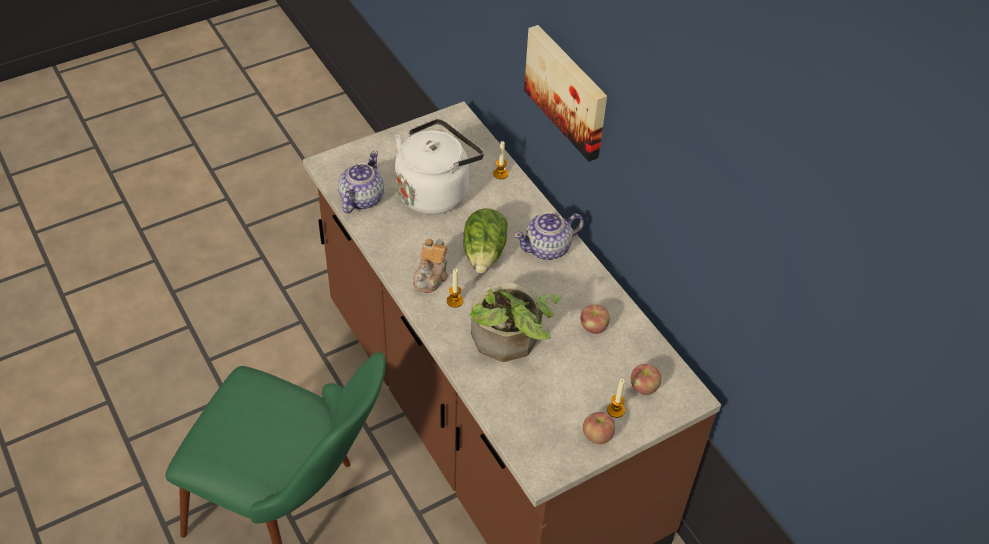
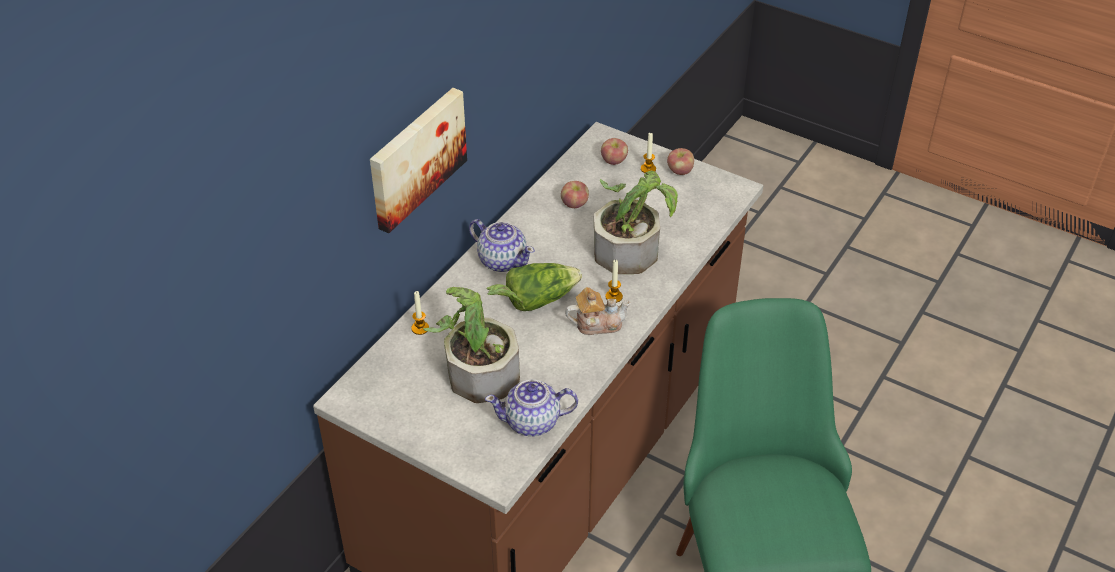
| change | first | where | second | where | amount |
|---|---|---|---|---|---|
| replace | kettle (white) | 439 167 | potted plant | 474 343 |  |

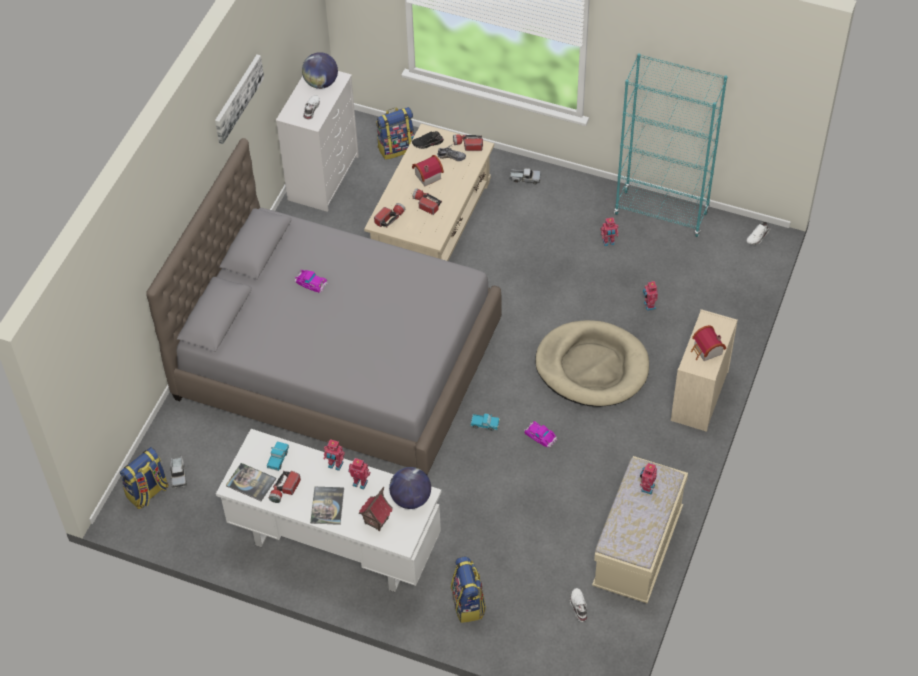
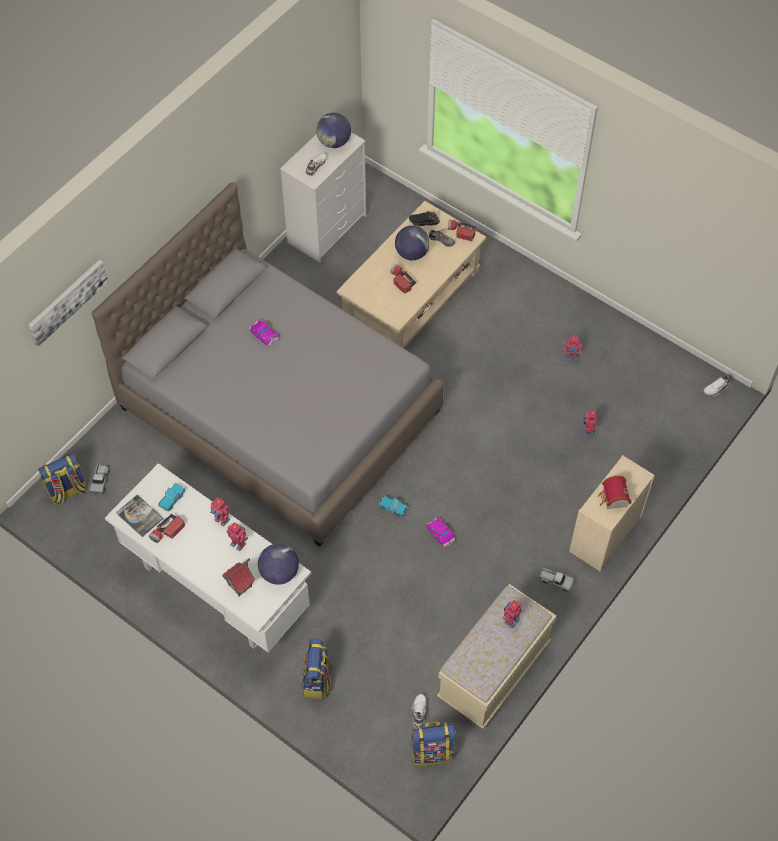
| change | first | where | second | where | amount |
|---|---|---|---|---|---|
| delete | book | 327 506 |  |  |  |
| delete | flashlight | 389 215 |  |  |  |
| delete | dog bed (beige) | 592 363 |  |  |  |
| delete | bookcase (turquoise) | 670 145 |  |  |  |
| move | picture | 239 99 |  | 68 303 |  |
| move | backpack | 395 133 |  | 433 744 |  |
| move | toy truck | 525 176 |  | 556 580 |  |
| replace | toy house | 428 170 | globe | 412 242 |  |

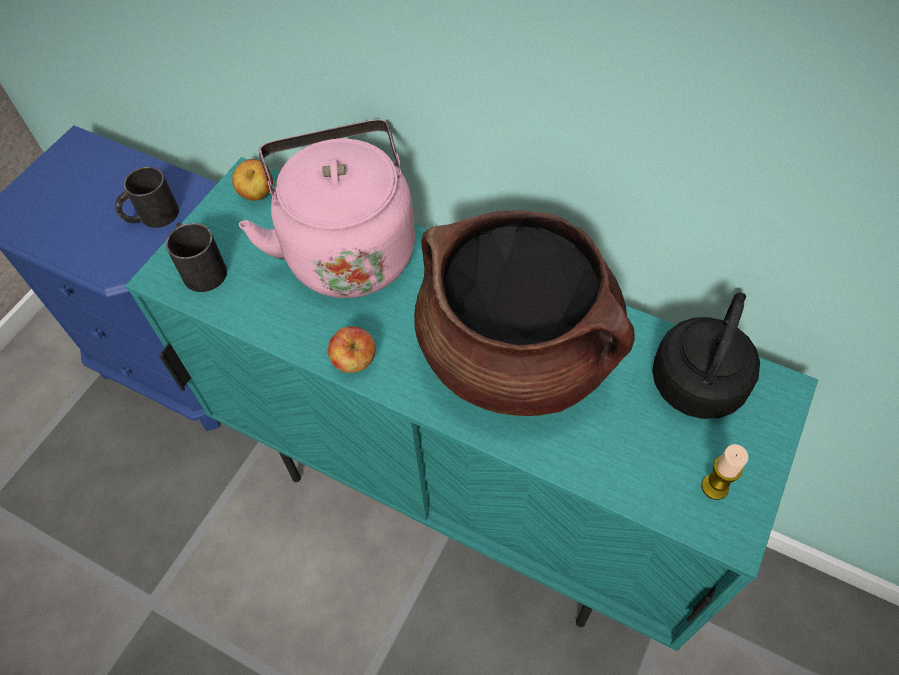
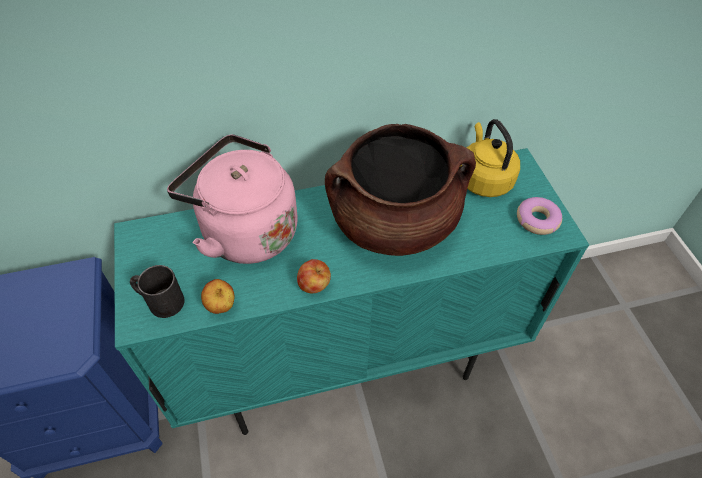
| change | first | where | second | where | amount |
|---|---|---|---|---|---|
| delete | mug (black) | 147 197 |  |  |  |
| move | apple | 252 180 |  | 217 296 |  |
| replace | candle | 724 472 | donut | 539 216 |  |
| recolor | kettle (black) | 706 356 | kettle (yellow) | 490 158 |  |

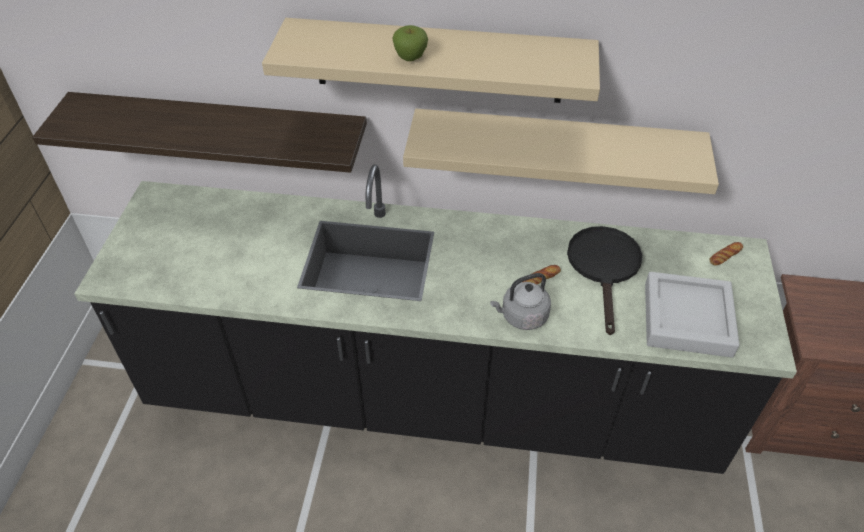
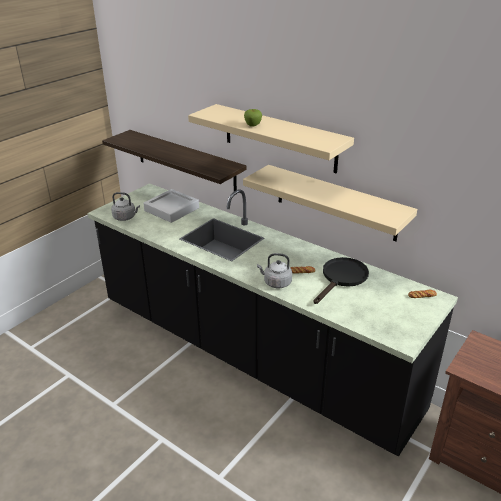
| change | first | where | second | where | amount |
|---|---|---|---|---|---|
| insert |  |  | kettle (grey) | 125 206 |  |
| move | tray (grey) | 692 314 |  | 171 206 |  |

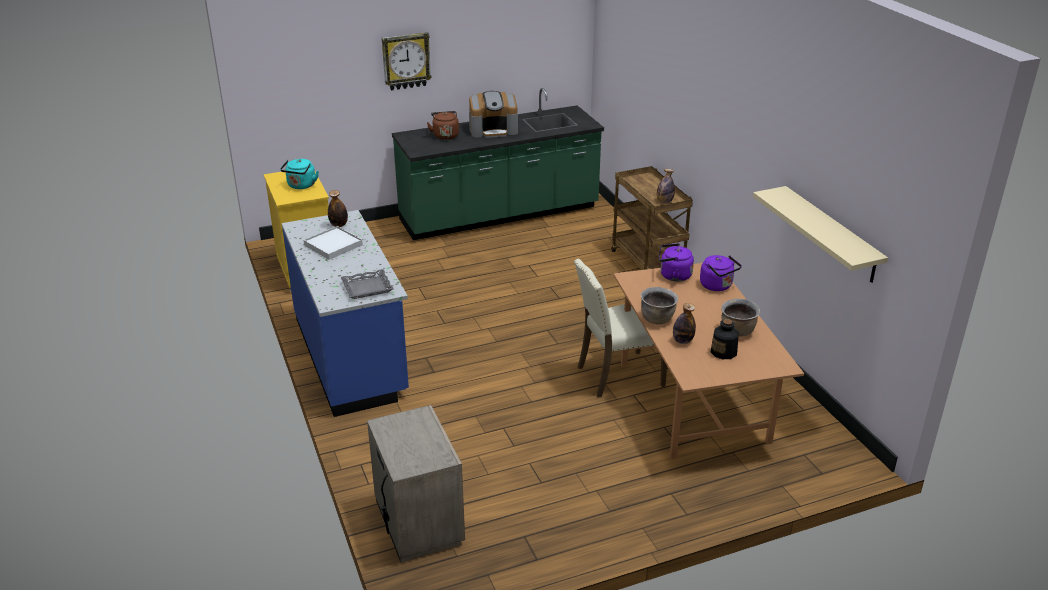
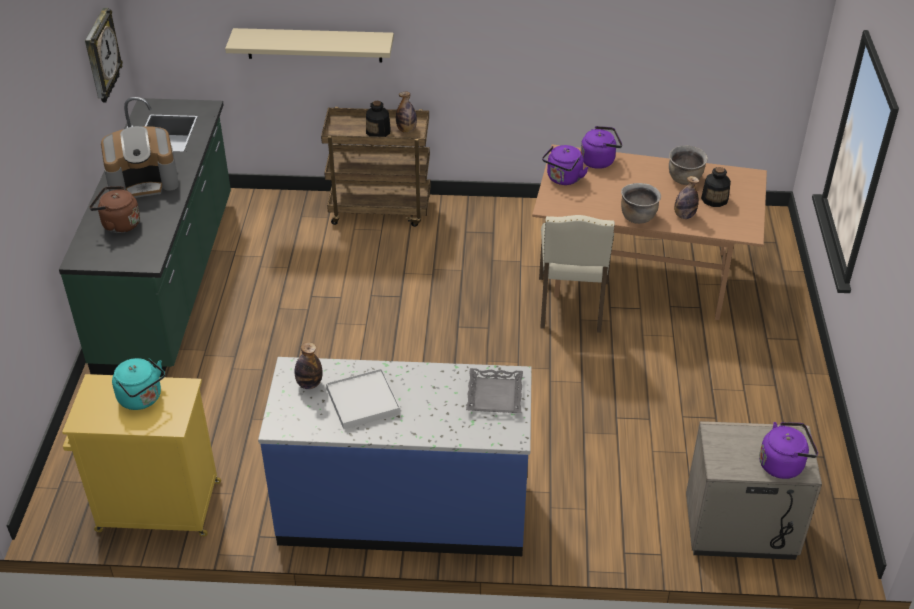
| change | first | where | second | where | amount |
|---|---|---|---|---|---|
| insert |  |  | bottle | 378 119 |  |
| insert |  |  | kettle (purple) | 788 450 |  |
| move | wall clock | 407 61 |  | 104 55 |  |
| move | shelf (beige) | 820 234 |  | 309 45 |  |
| rotate | coffee machine | 493 114 |  | 140 162 | 60 degrees clockwise |

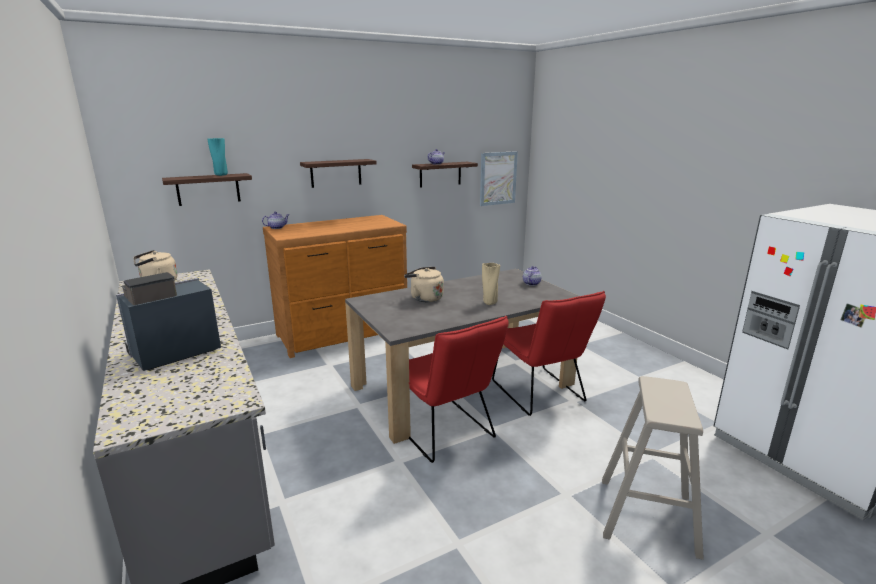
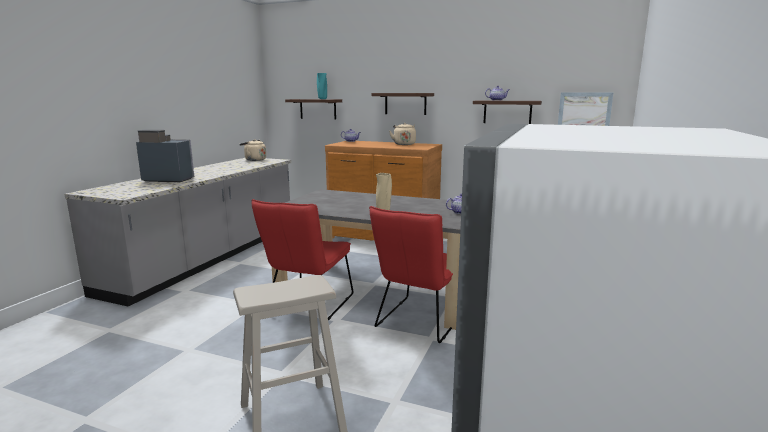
| change | first | where | second | where | amount |
|---|---|---|---|---|---|
| move | kettle (beige) | 424 284 |  | 402 134 |  |

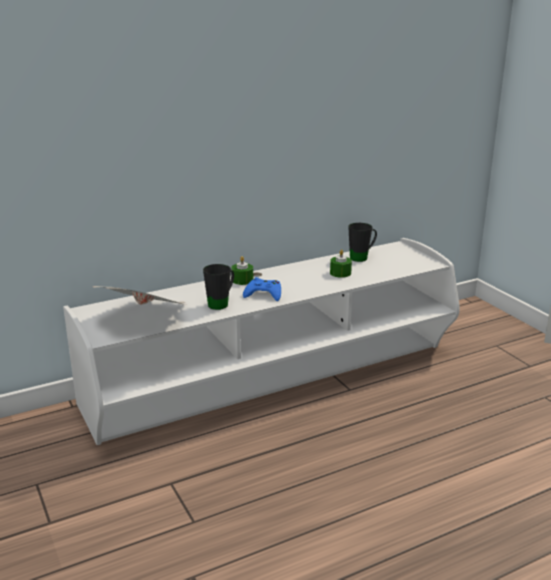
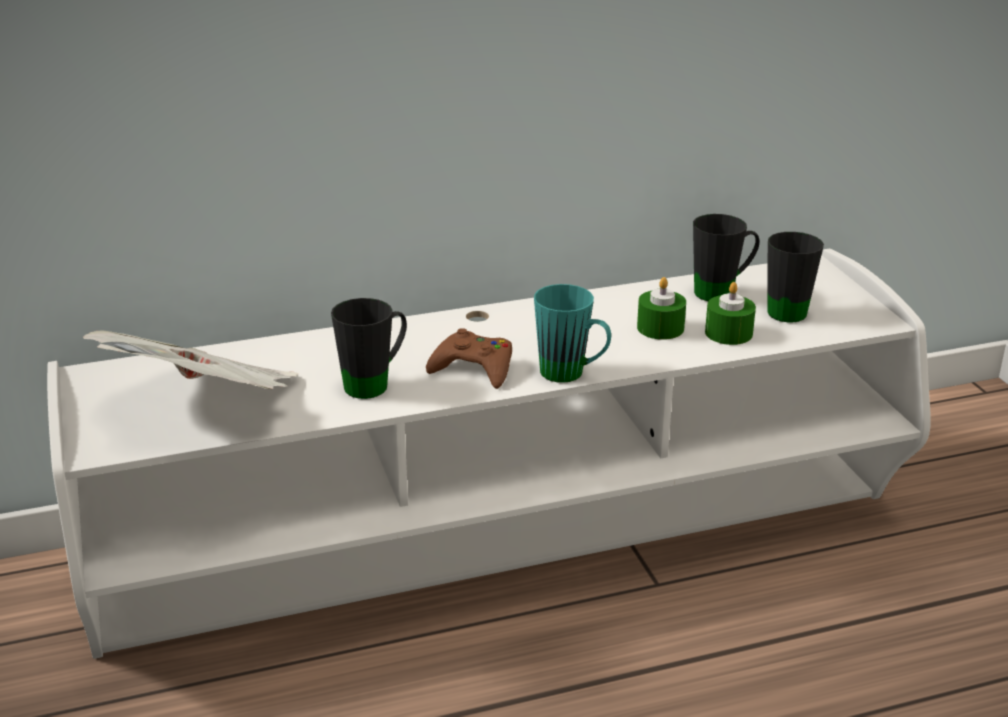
| change | first | where | second | where | amount |
|---|---|---|---|---|---|
| insert |  |  | mug (turquoise) | 572 333 |  |
| insert |  |  | mug (black) | 795 277 |  |
| move | candle (green) | 242 270 |  | 730 313 |  |
| recolor | game controller (blue) | 262 289 | game controller (brown) | 469 358 |  |

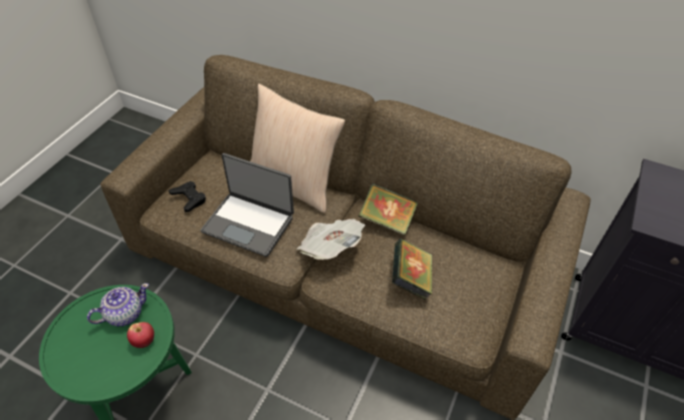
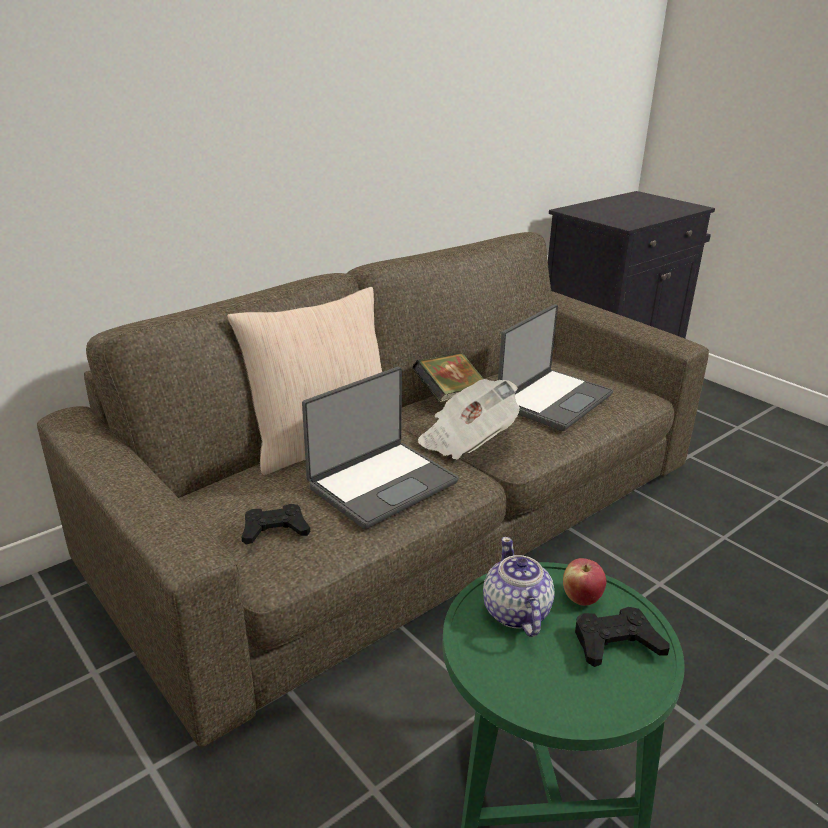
| change | first | where | second | where | amount |
|---|---|---|---|---|---|
| insert |  |  | game controller (black) | 622 637 |  |
| replace | book | 412 269 | laptop | 555 367 |  |

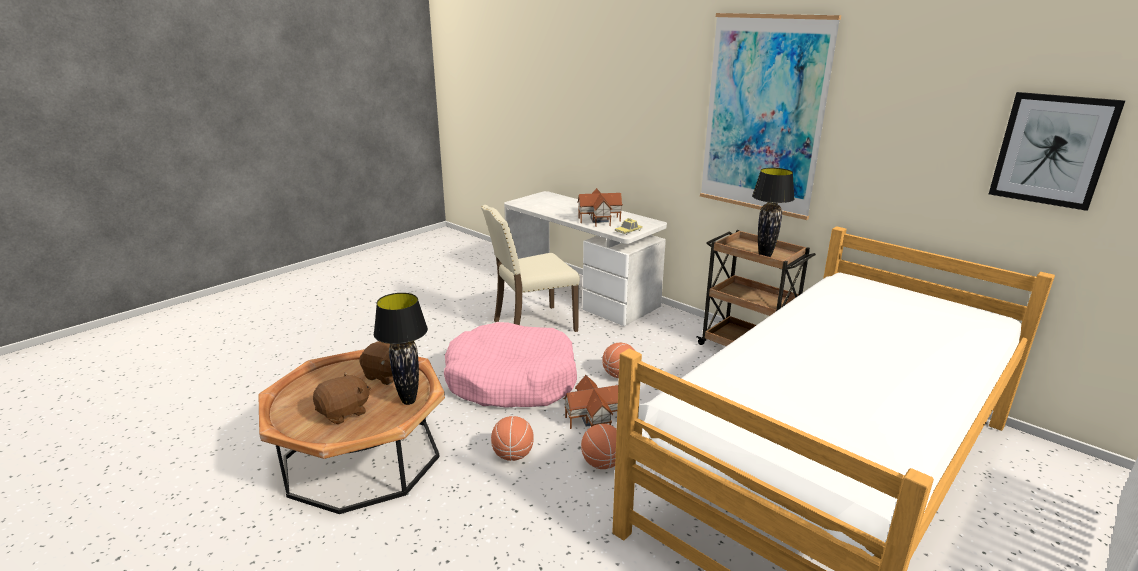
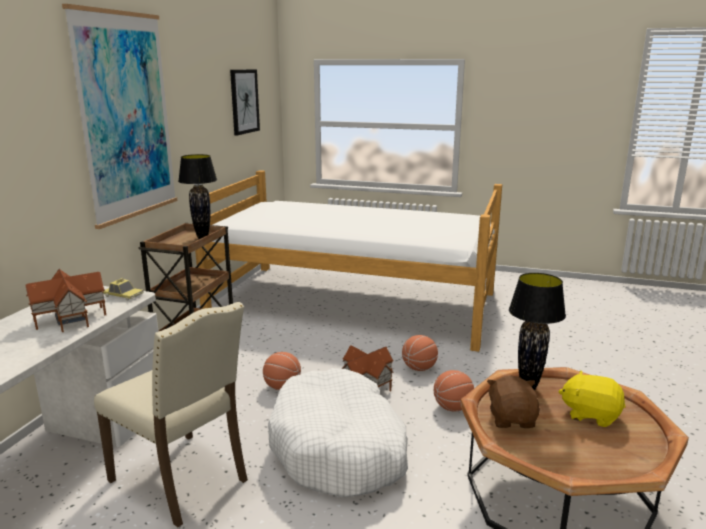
| change | first | where | second | where | amount |
|---|---|---|---|---|---|
| recolor | plush toy (brown) | 341 398 | plush toy (yellow) | 592 398 |  |
| recolor | dog bed (pink) | 510 365 | dog bed (white) | 338 432 |  |

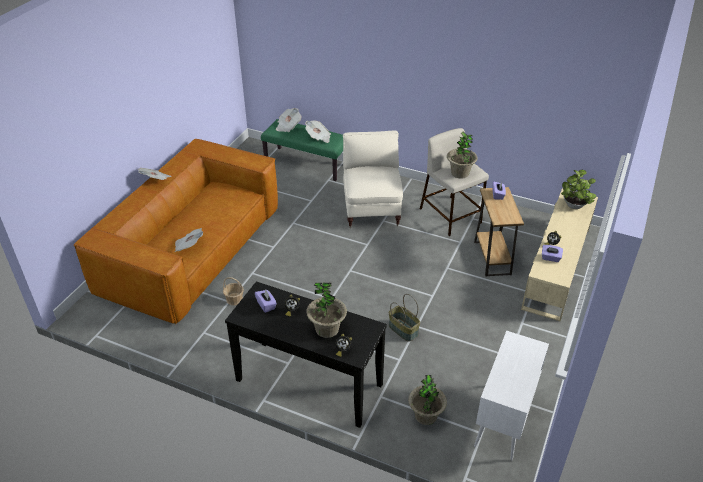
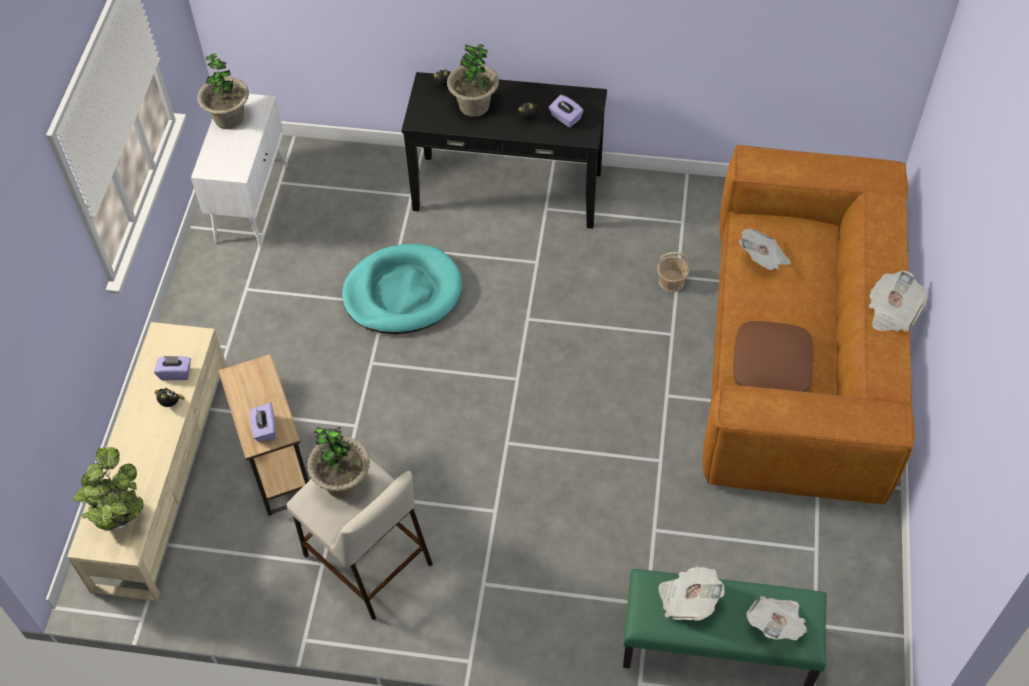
| change | first | where | second | where | amount |
|---|---|---|---|---|---|
| delete | armchair (beige) | 373 179 |  |  |  |
| insert |  |  | pillow (brown) | 773 356 |  |
| move | potted plant | 427 400 |  | 223 91 |  |
| replace | basket | 404 318 | dog bed (turquoise) | 402 289 |  |

